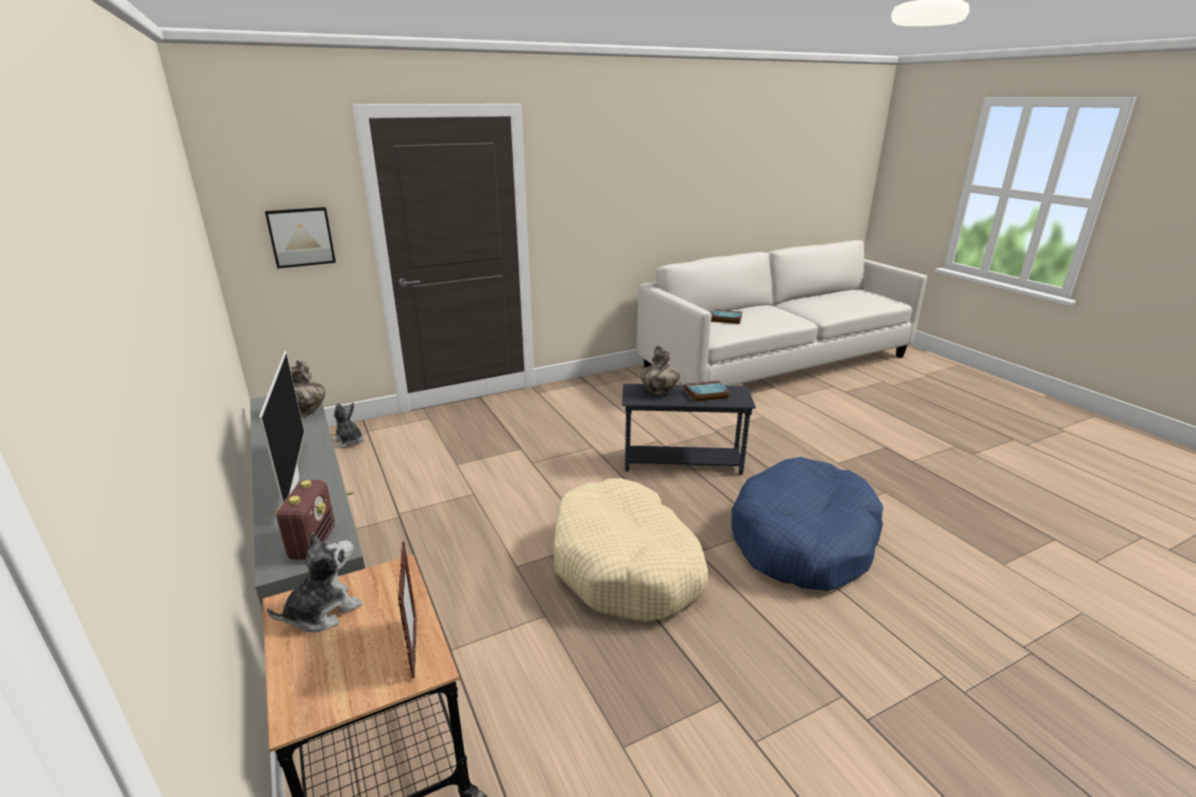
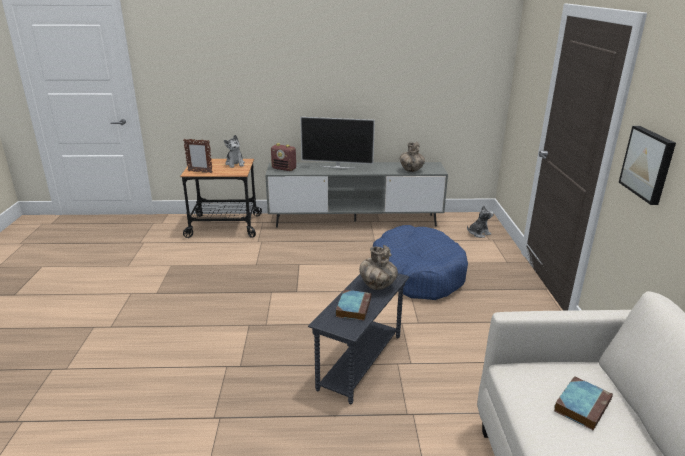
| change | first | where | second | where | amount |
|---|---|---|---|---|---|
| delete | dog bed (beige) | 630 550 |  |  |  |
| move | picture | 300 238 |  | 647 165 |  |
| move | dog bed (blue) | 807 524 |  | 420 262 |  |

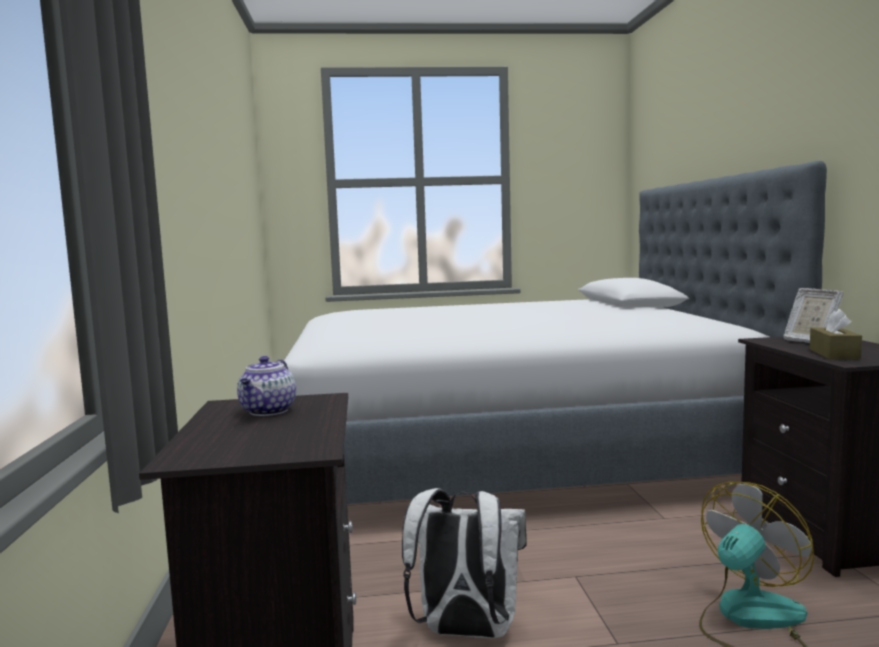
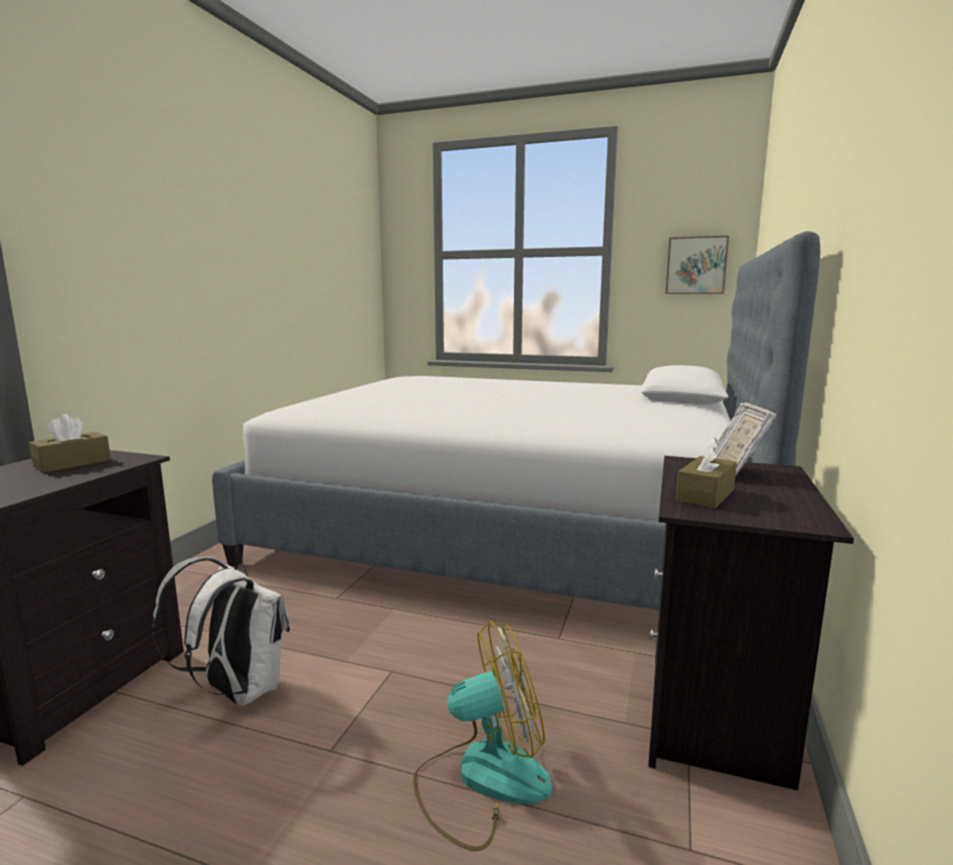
| change | first | where | second | where | amount |
|---|---|---|---|---|---|
| insert |  |  | picture | 697 265 |  |
| replace | teapot | 266 386 | tissue box (brown) | 70 443 |  |

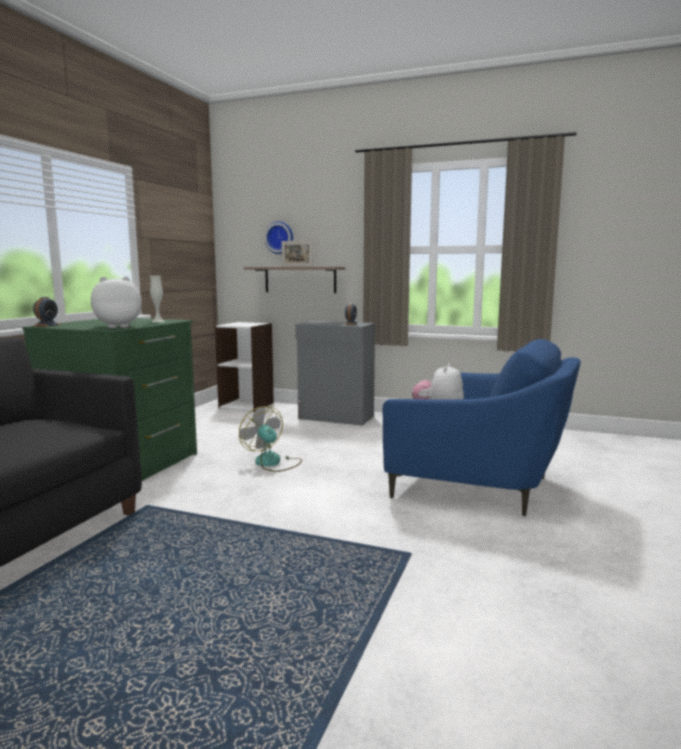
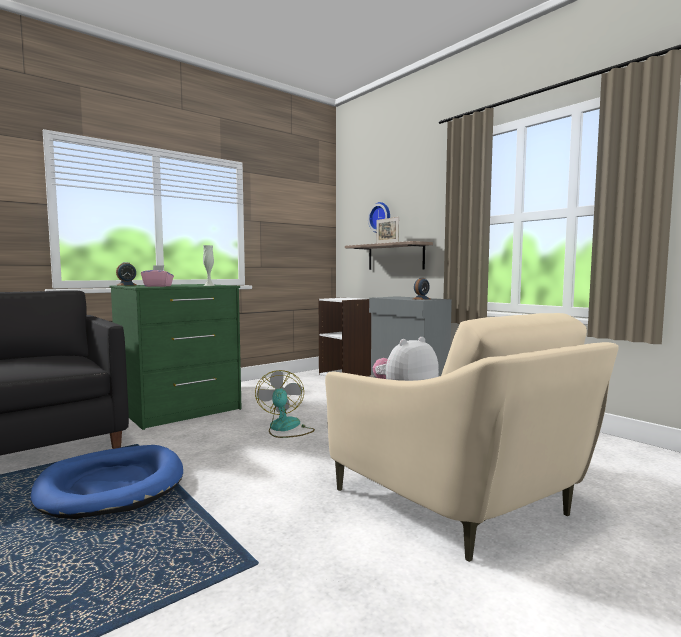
| change | first | where | second | where | amount |
|---|---|---|---|---|---|
| insert |  |  | dog bed (blue) | 107 482 |  |
| replace | plush toy | 116 302 | tissue box (pink) | 157 276 |  |
| recolor | armchair (blue) | 481 427 | armchair (beige) | 472 437 |  |

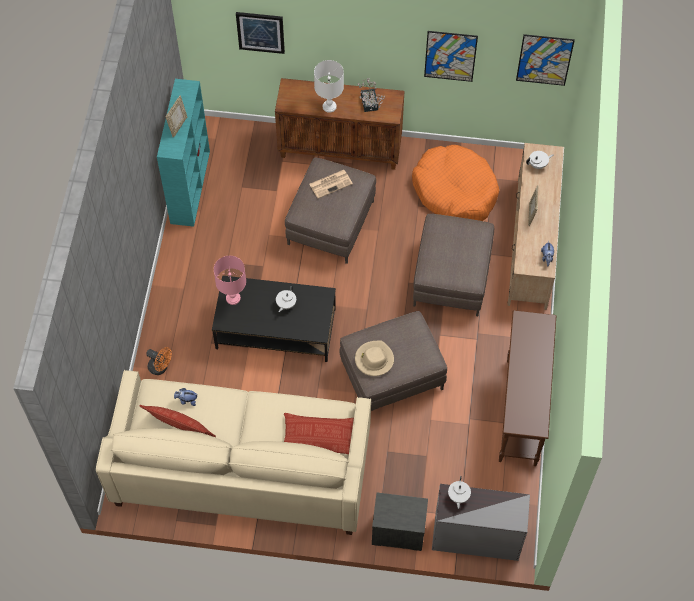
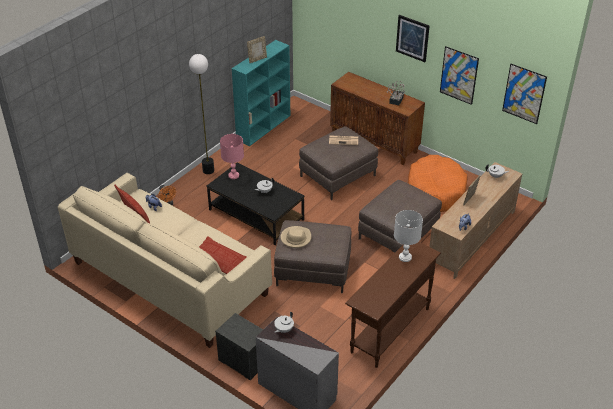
| change | first | where | second | where | amount |
|---|---|---|---|---|---|
| insert |  |  | floor lamp | 201 114 |  |
| move | picture | 260 33 |  | 413 38 |  |
| move | table lamp (white) | 329 86 |  | 408 236 |  |

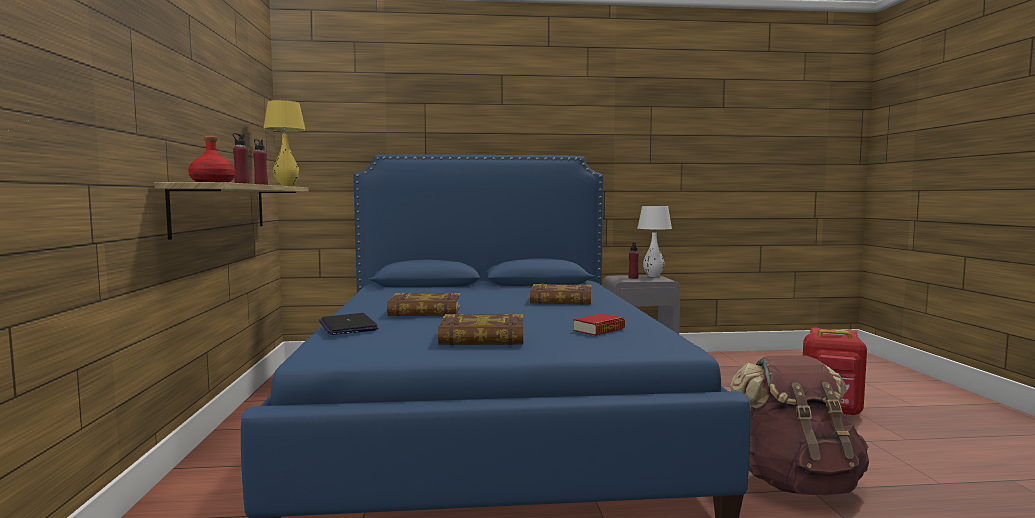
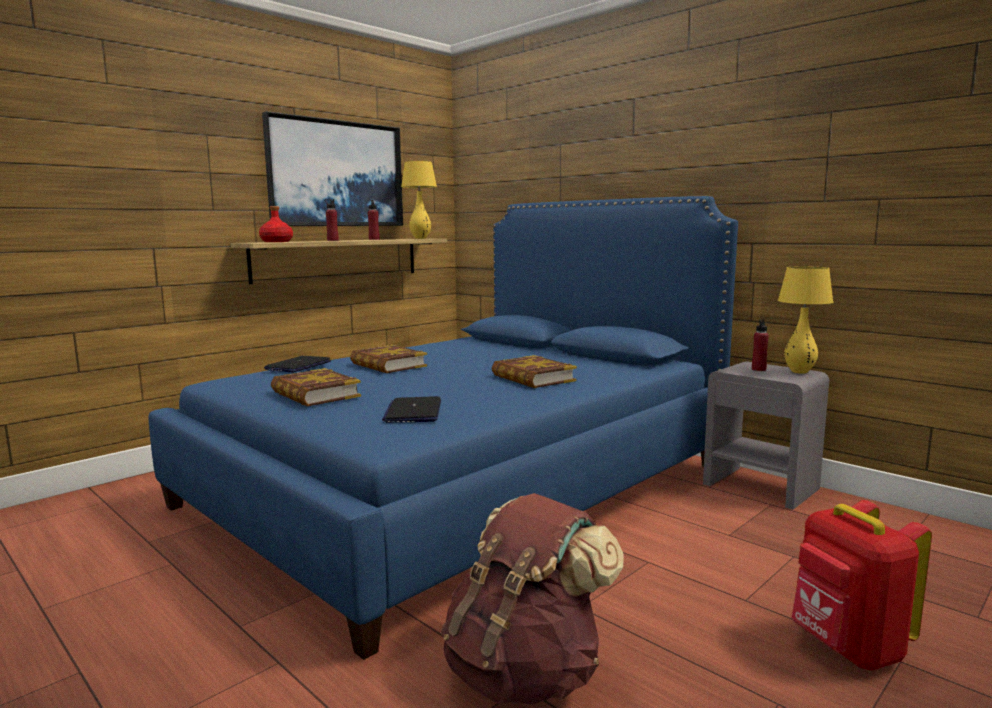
| change | first | where | second | where | amount |
|---|---|---|---|---|---|
| insert |  |  | picture | 332 168 |  |
| replace | book | 599 325 | laptop | 411 409 |  |
| recolor | table lamp (white) | 654 241 | table lamp (yellow) | 805 320 |  |

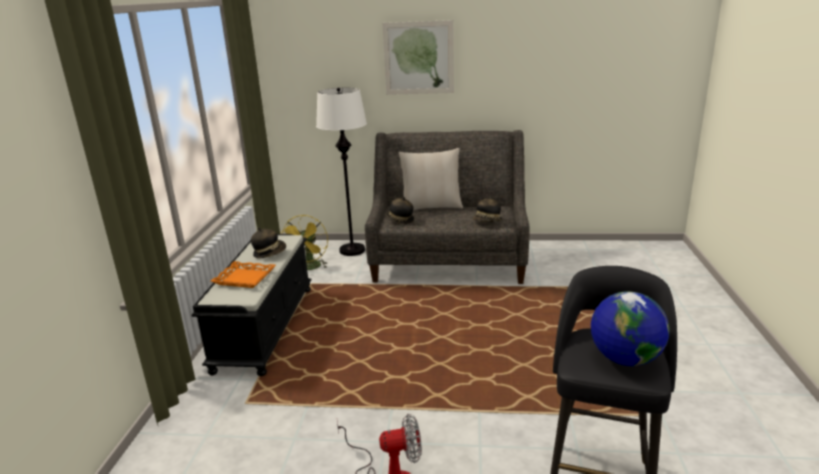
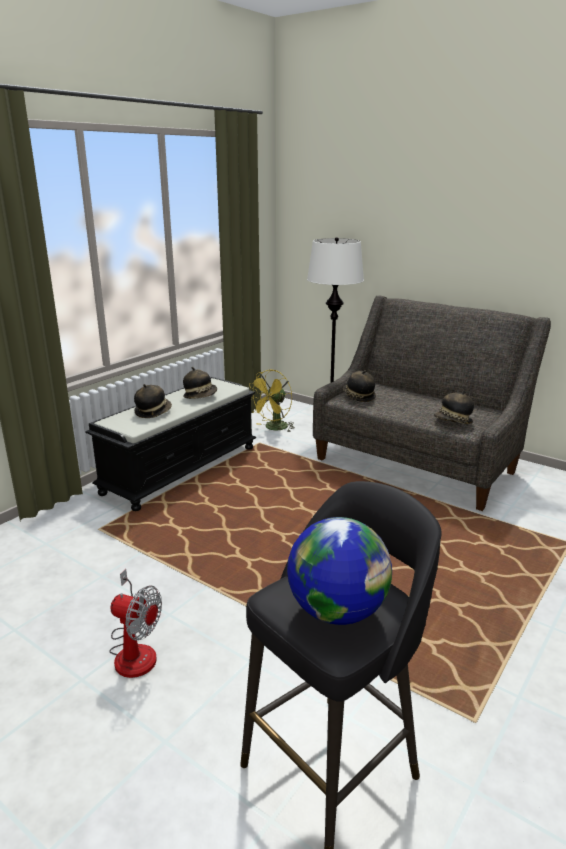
| change | first | where | second | where | amount |
|---|---|---|---|---|---|
| delete | picture | 418 57 |  |  |  |
| delete | pillow (beige) | 430 179 |  |  |  |
| replace | tray (orange) | 243 274 | hat | 153 401 |  |

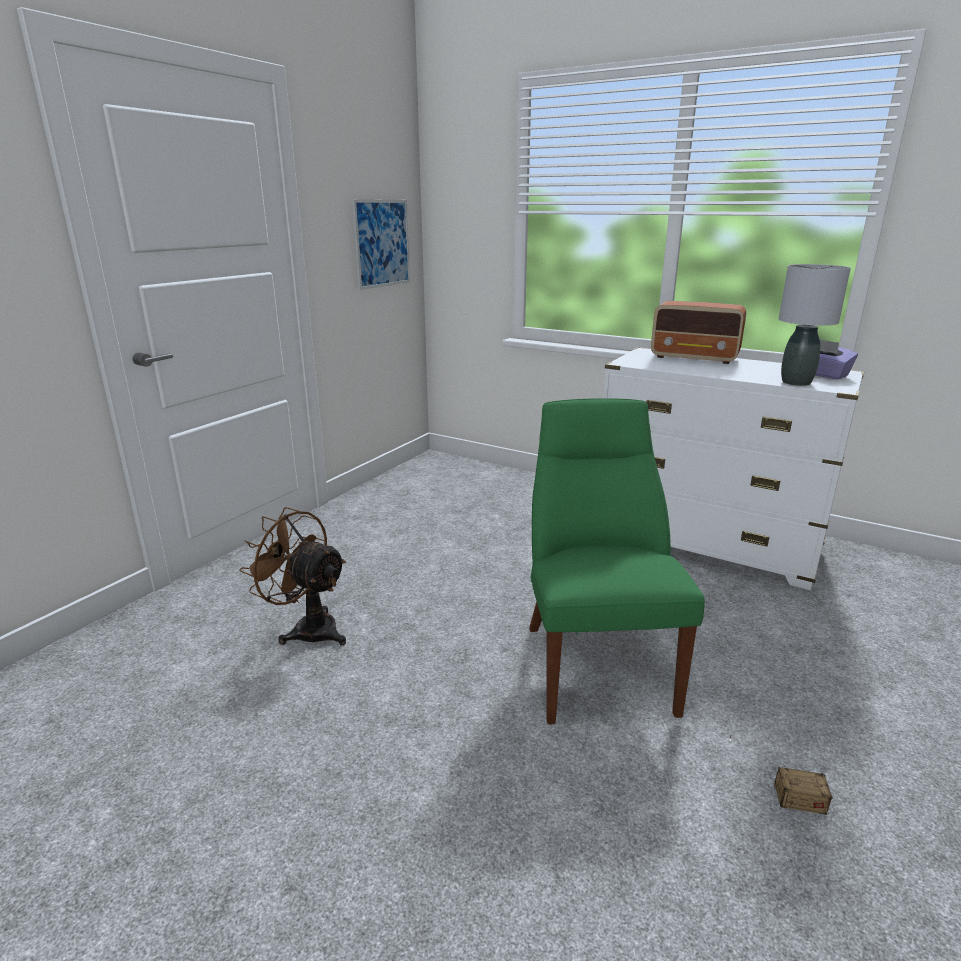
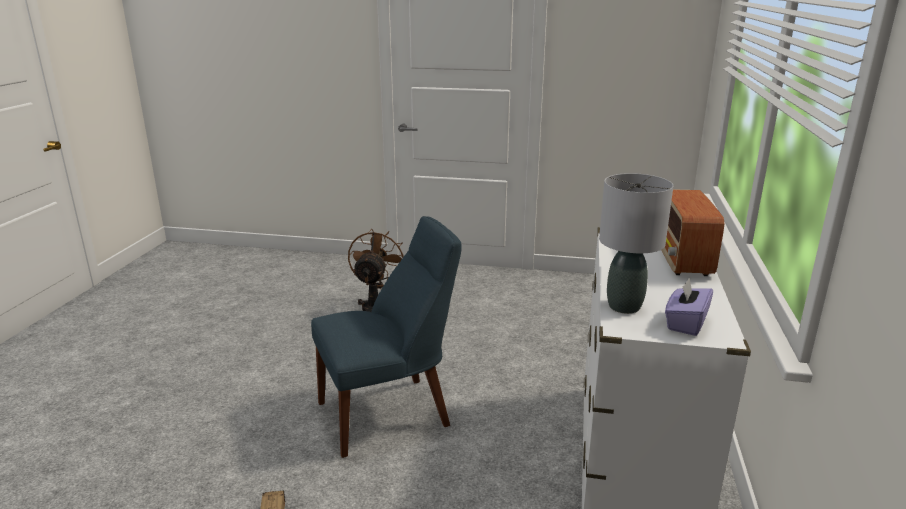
| change | first | where | second | where | amount |
|---|---|---|---|---|---|
| delete | picture | 381 244 |  |  |  |
| recolor | chair (green) | 617 561 | chair (blue) | 386 337 |  |

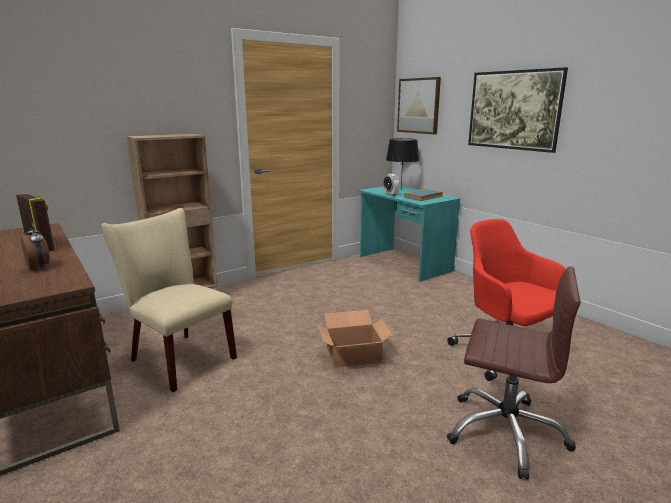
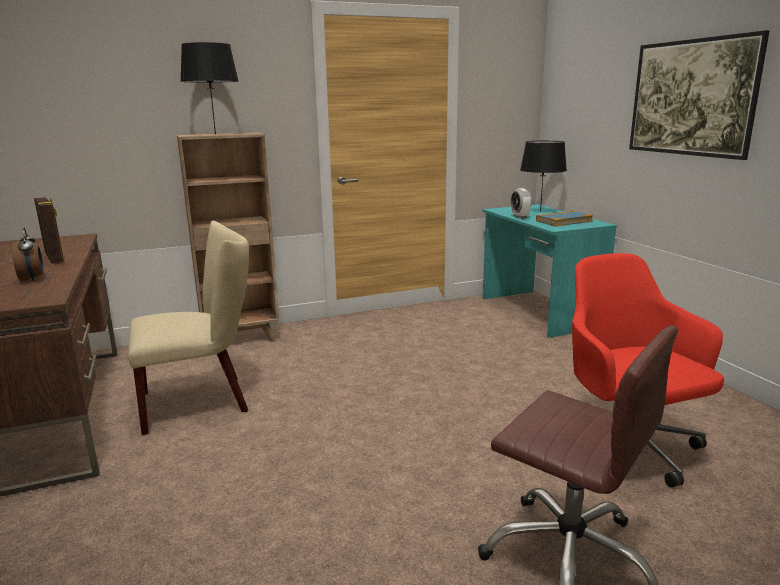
| change | first | where | second | where | amount |
|---|---|---|---|---|---|
| delete | cardboard box | 355 339 |  |  |  |
| delete | picture | 419 105 |  |  |  |
| insert |  |  | table lamp (black) | 209 88 |  |
| rotate | chair (beige) | 169 300 |  | 188 328 | 105 degrees clockwise |

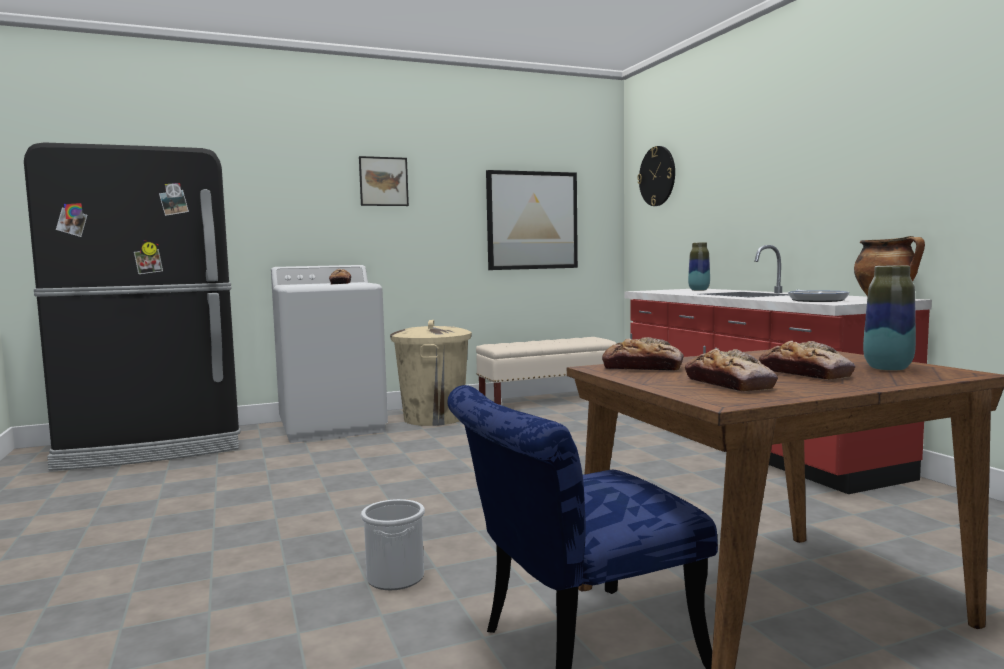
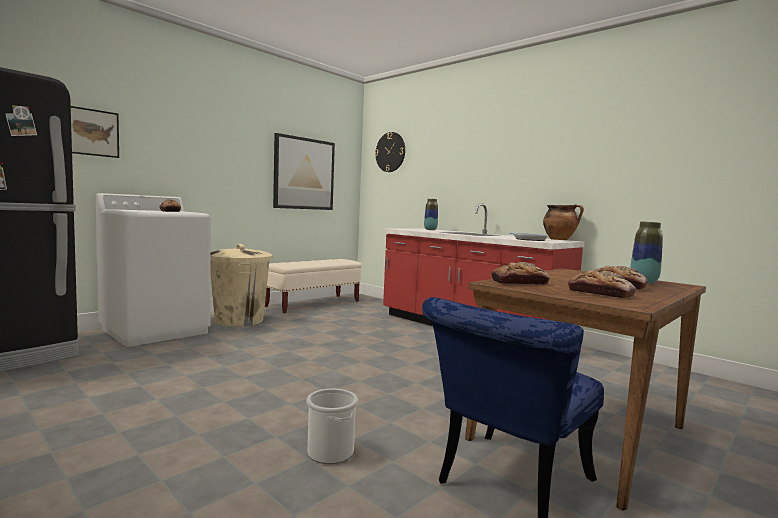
| change | first | where | second | where | amount |
|---|---|---|---|---|---|
| move | picture | 384 181 |  | 95 132 |  |

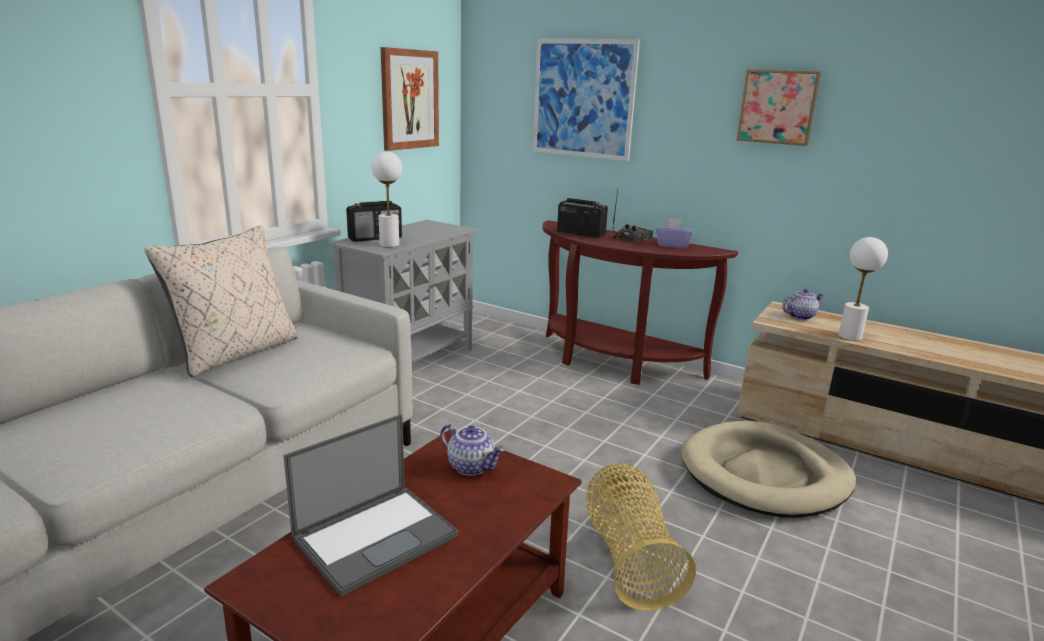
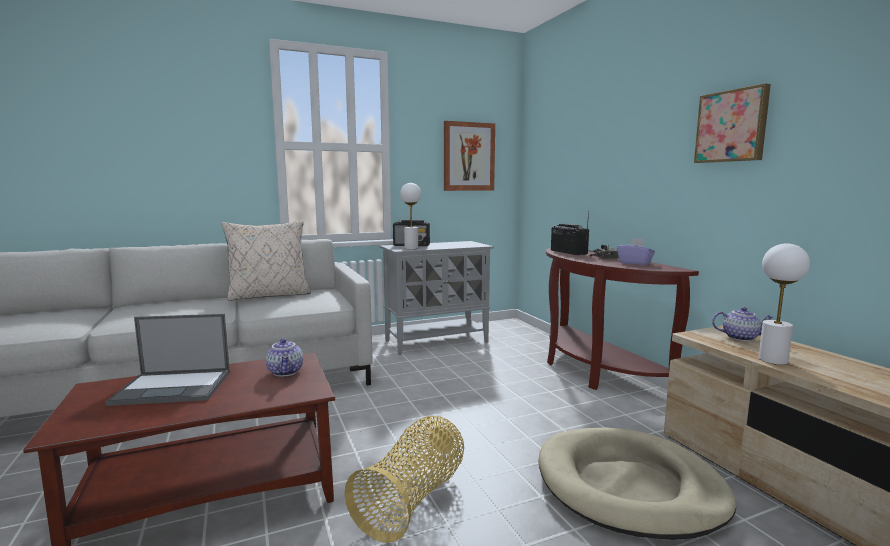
| change | first | where | second | where | amount |
|---|---|---|---|---|---|
| delete | picture | 586 100 |  |  |  |

